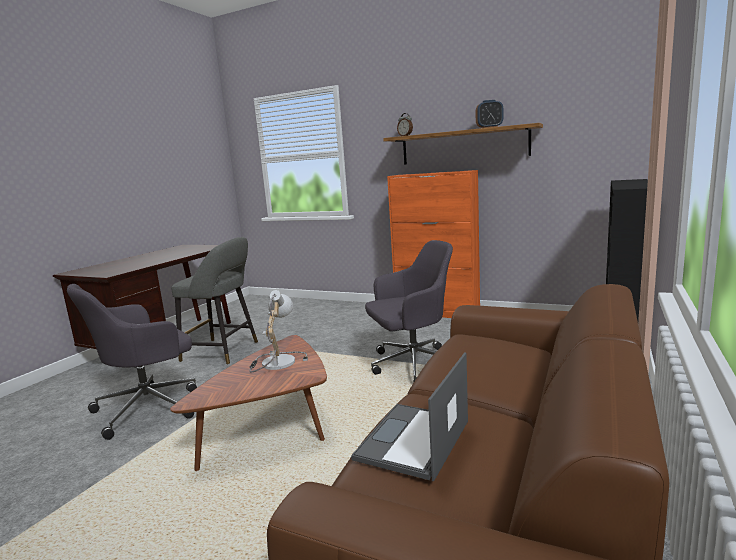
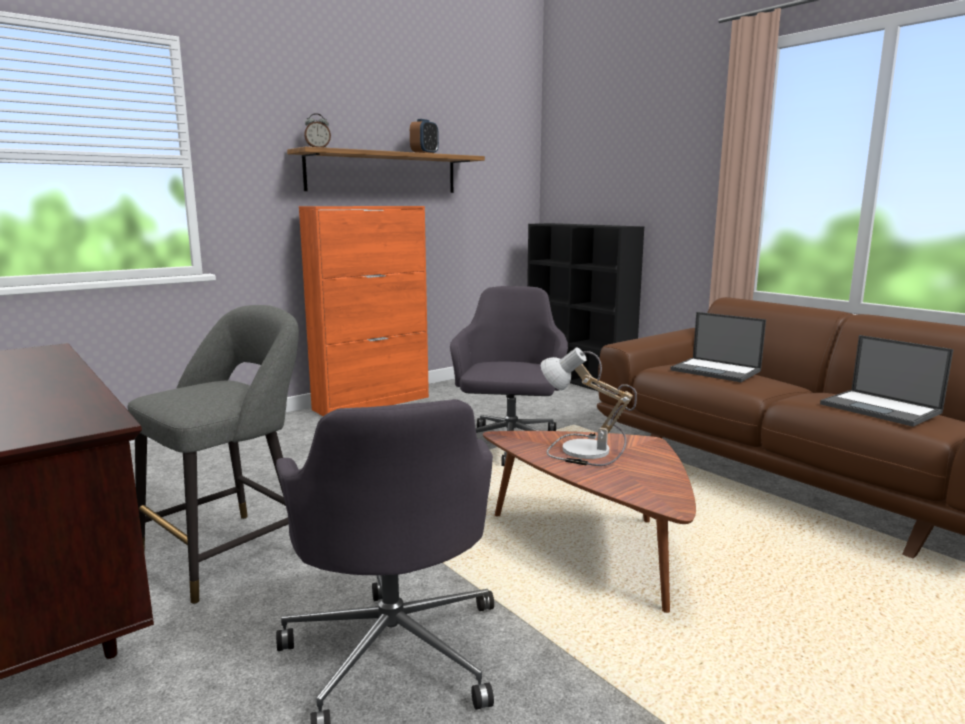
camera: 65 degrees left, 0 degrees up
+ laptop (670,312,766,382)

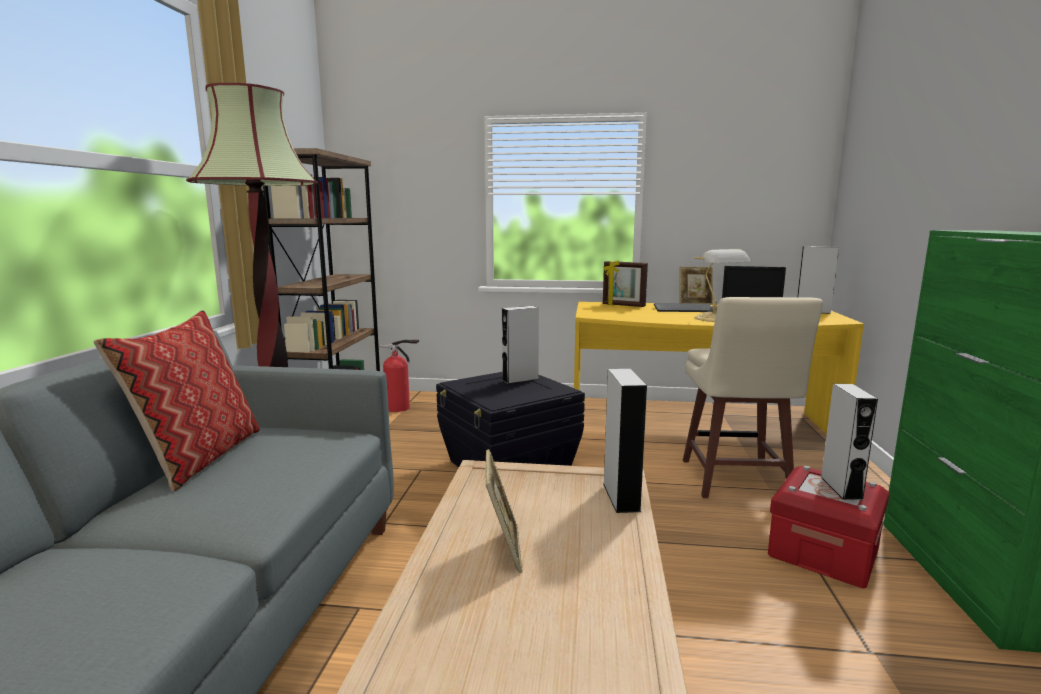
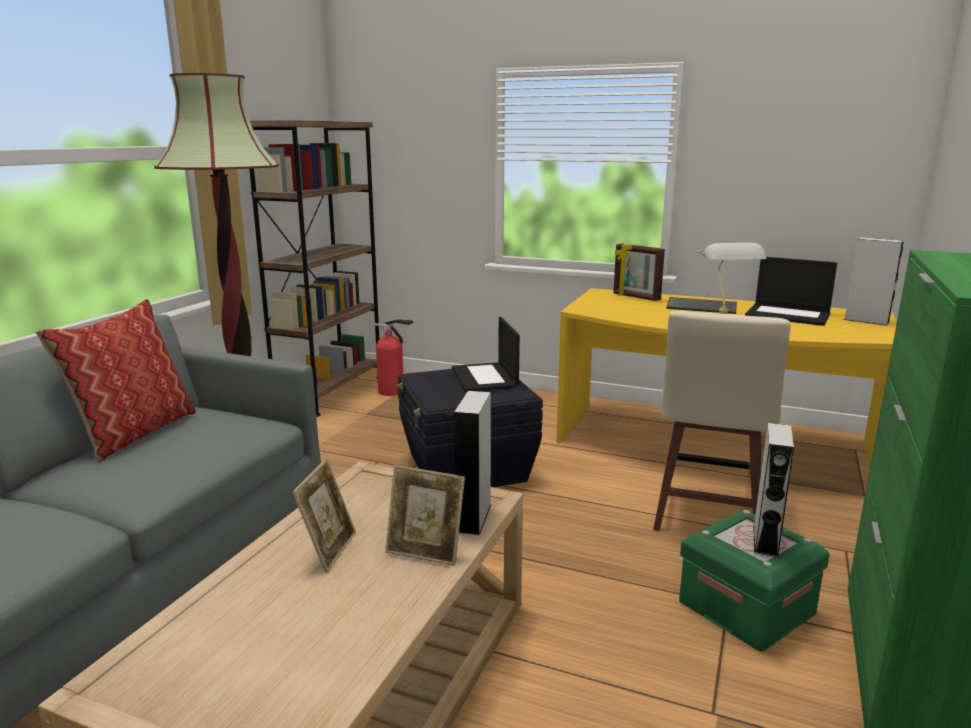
camera: 15 degrees right, 5 degrees up
~ picture frame (680,266,713,305) to (385,465,465,566)
~ grey speaker (502,306,539,384) to laptop (452,317,520,392)
~ red storage box (768,466,889,588) to green storage box (679,510,830,652)

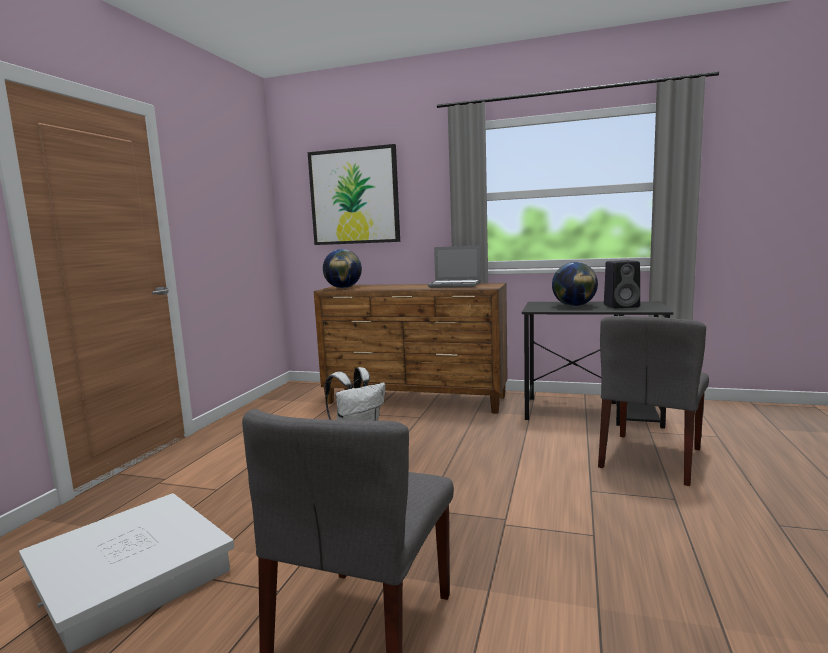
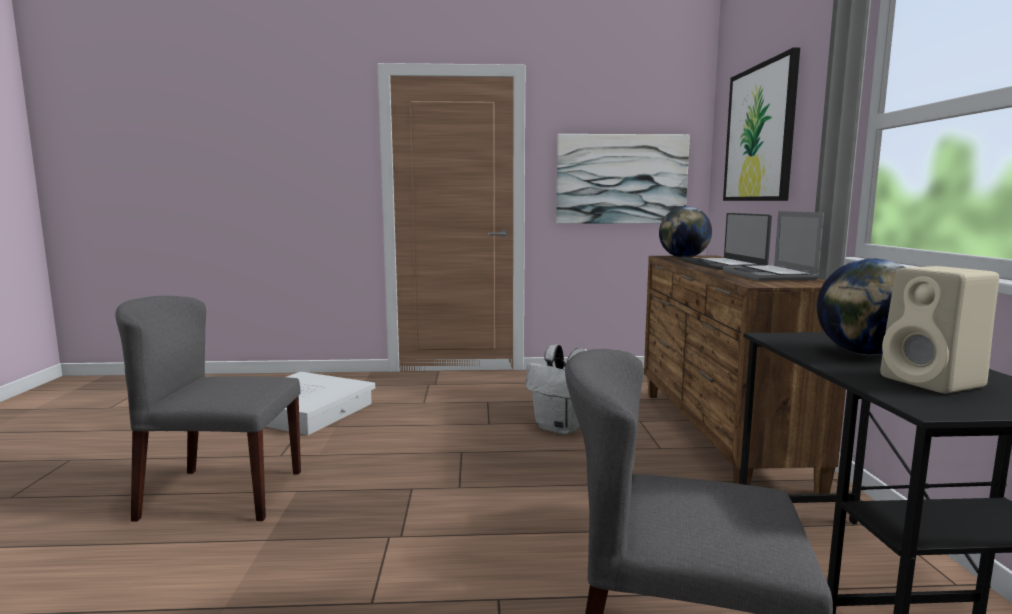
camera: 70 degrees right, 0 degrees up
+ picture (556,134,690,224)
+ laptop (682,213,772,270)
~ black speaker (604,260,640,308) to beige speaker (880,266,999,394)

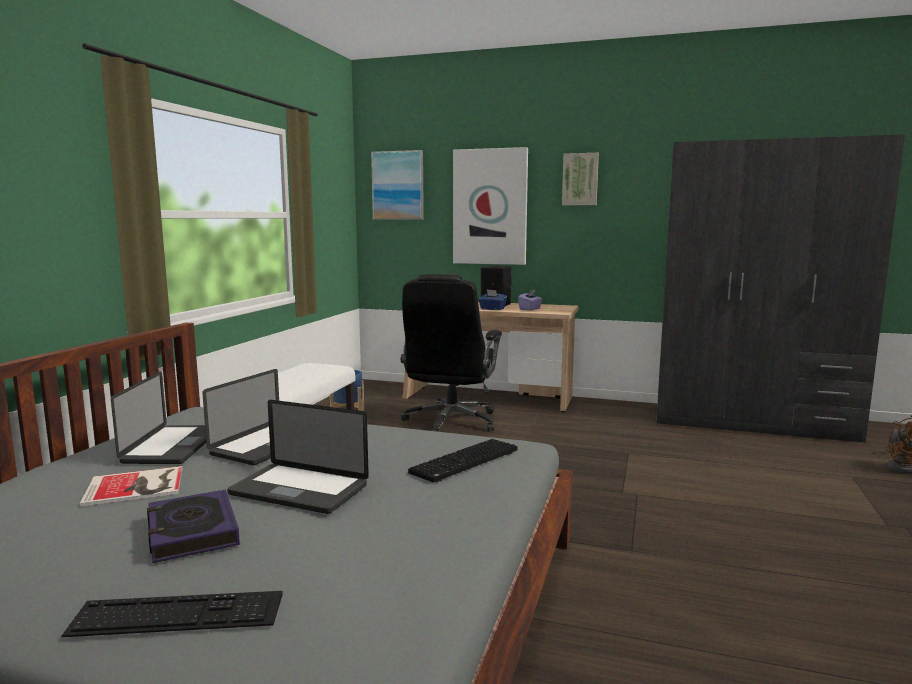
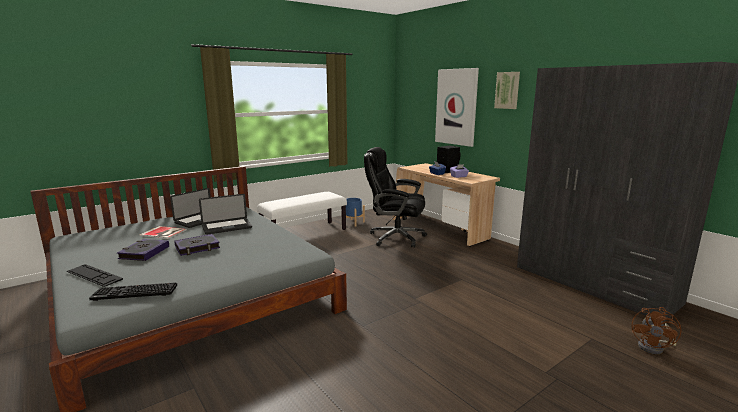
camera: 35 degrees right, 5 degrees up
~ keyboard (408,439,518,482) to (89,283,177,301)
~ laptop (227,400,369,514) to book (174,234,220,256)
~ black office chair (401,274,502,432) = (364,147,427,248) 60 degrees clockwise
- picture (371,150,424,220)

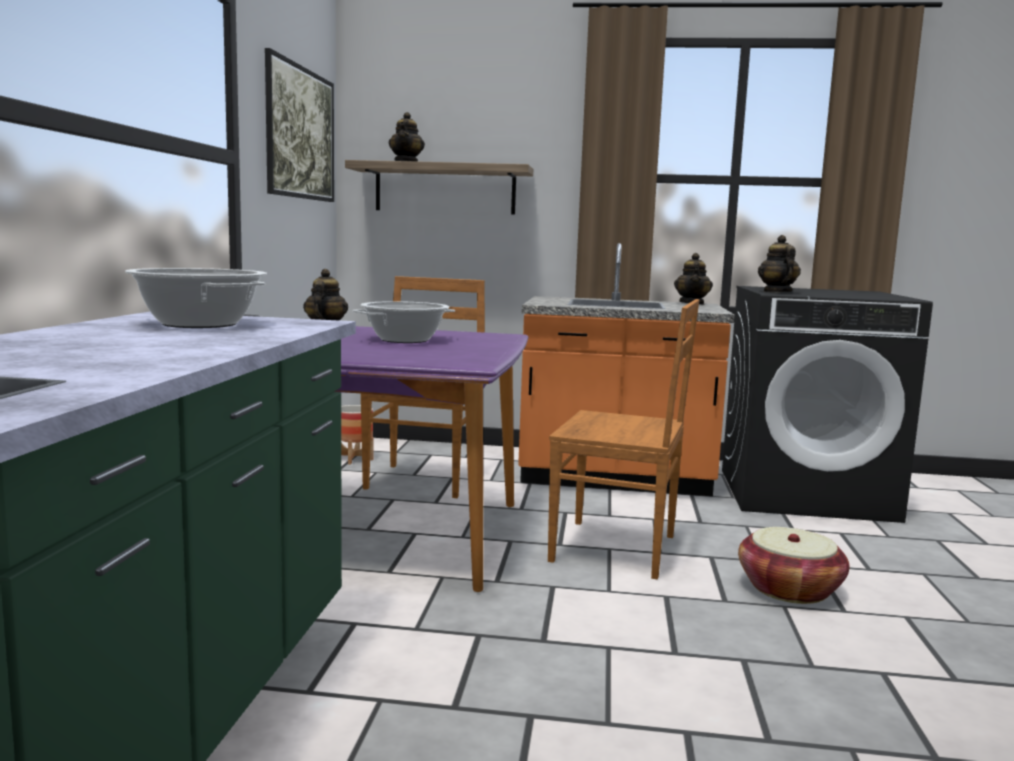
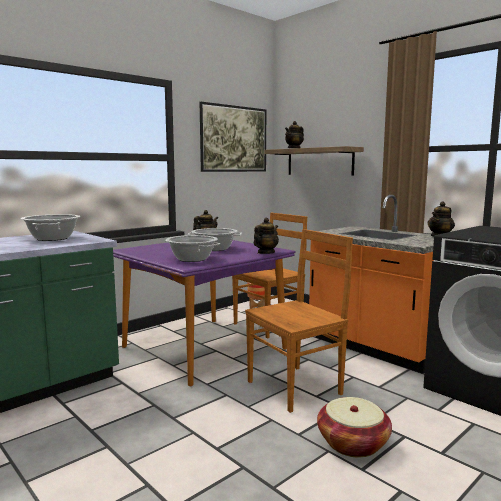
camera: 40 degrees right, 0 degrees up
+ cooking pot (165,235,220,262)
~ brown chair (548,299,699,579) = (245,229,353,413) 90 degrees counterclockwise
~ teapot (758,235,801,292) to (254,218,279,254)

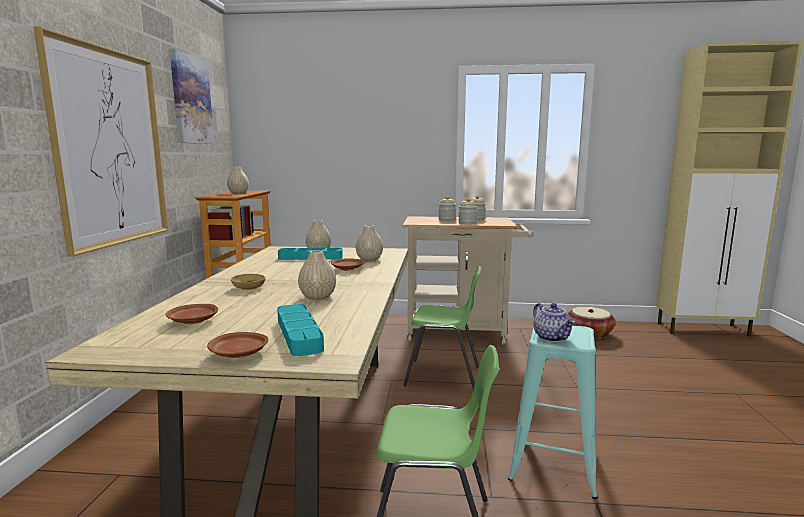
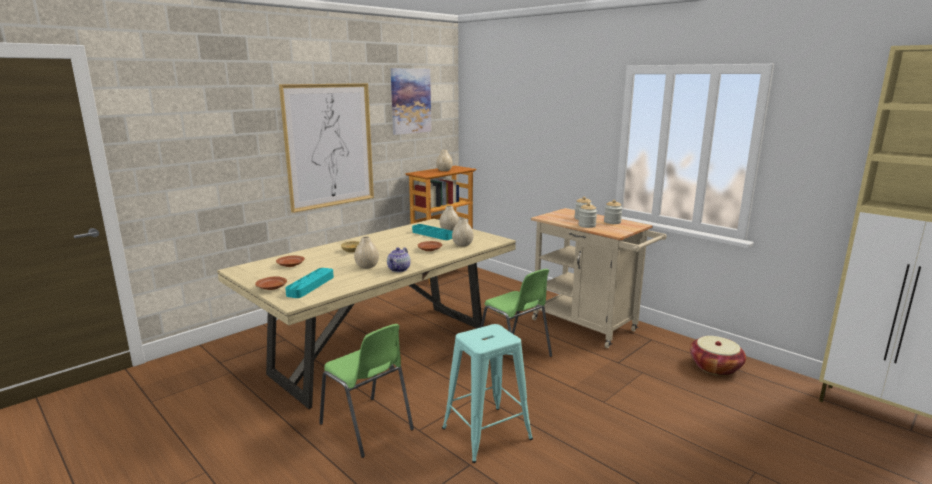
camera: 40 degrees right, 5 degrees up
~ teapot (533,303,575,342) to (387,247,411,272)

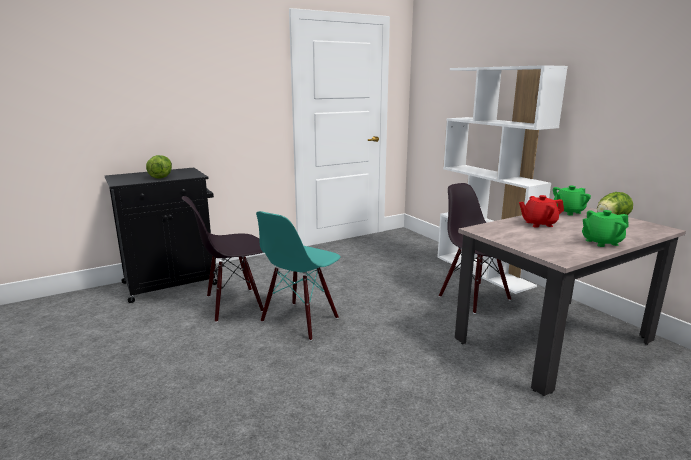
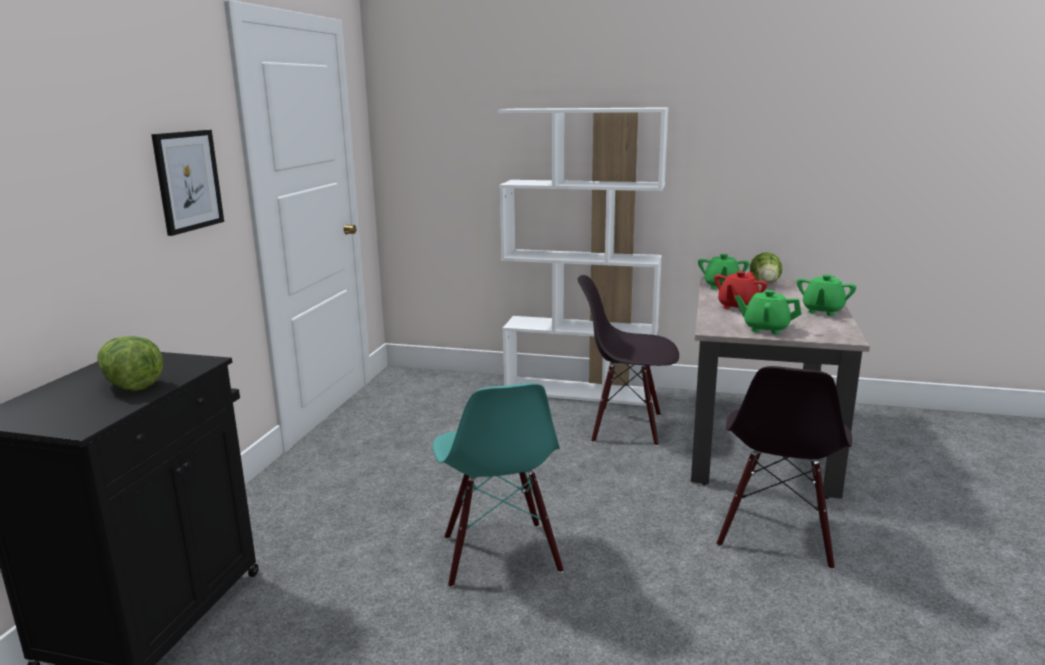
camera: 45 degrees left, 0 degrees up
+ picture (151,130,224,236)
~ black chair (182,196,264,323) to (717,366,852,570)
+ green teapot (735,290,801,335)

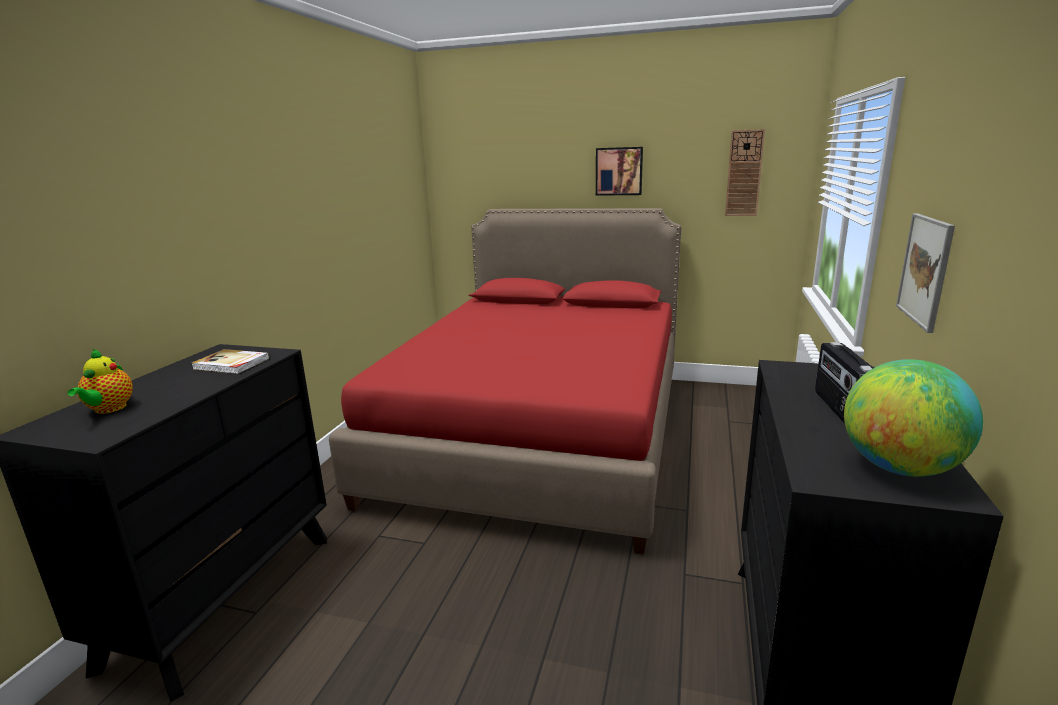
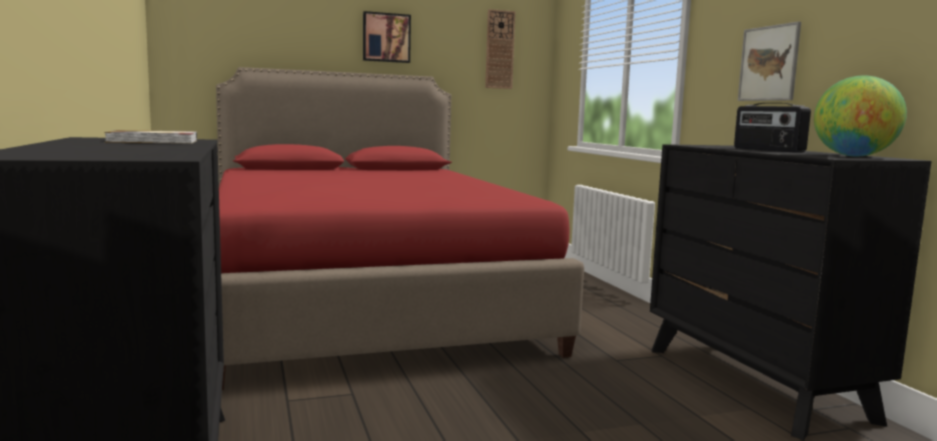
camera: 35 degrees left, 10 degrees down
- teapot (67,349,133,414)

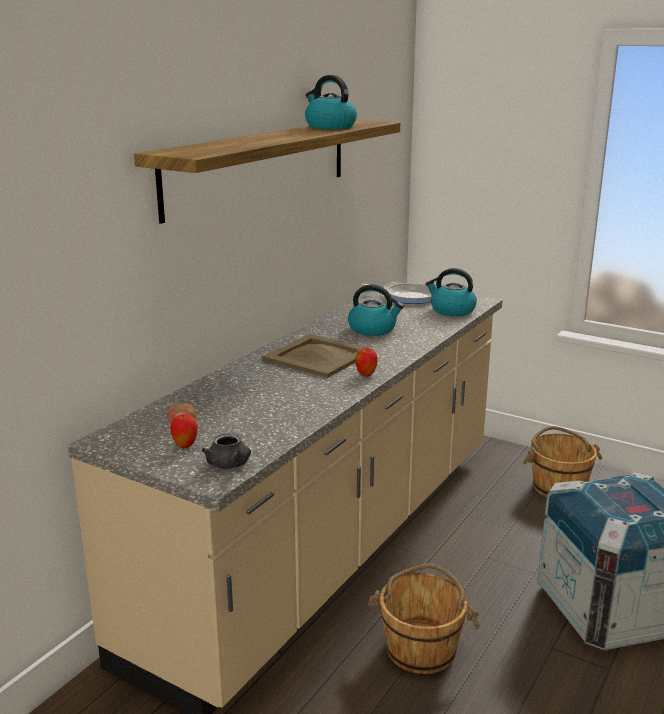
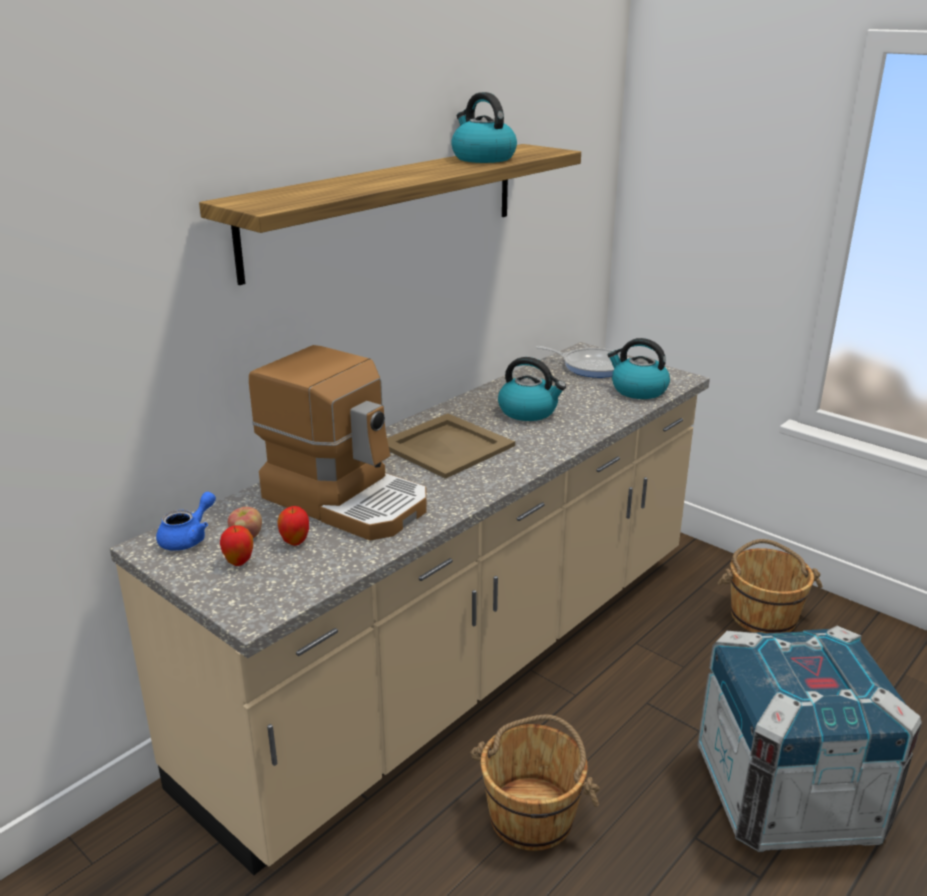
camera: 10 degrees right, 5 degrees up
+ blue teapot (156,492,216,551)
+ coffee machine (249,345,427,540)
~ apple (355,348,378,376) to (277,506,309,546)
- grey teapot (202,433,251,469)

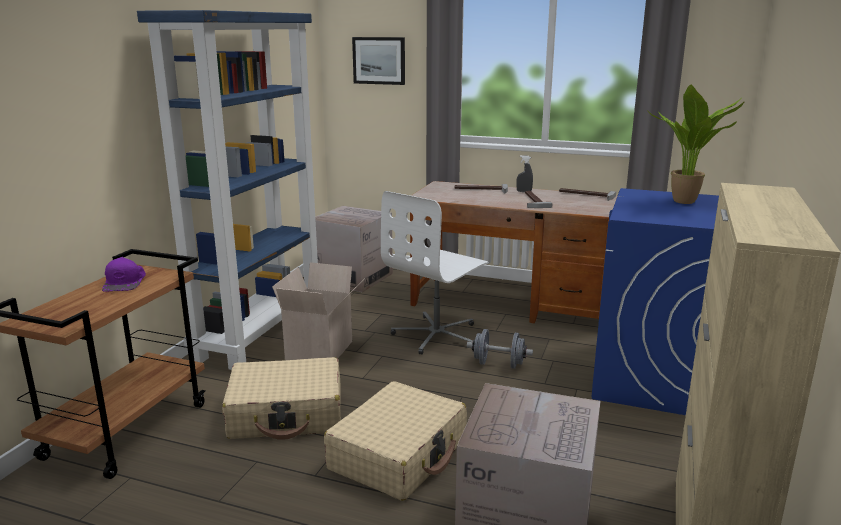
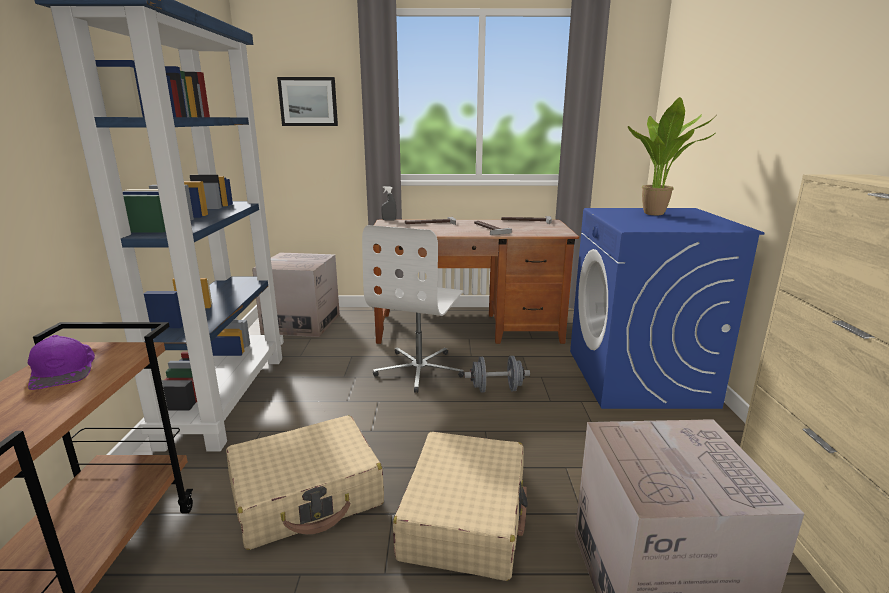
camera: 20 degrees left, 0 degrees up
~ grey spray bottle (516,155,533,192) to (381,186,396,221)
- cardboard box (272,262,365,360)

